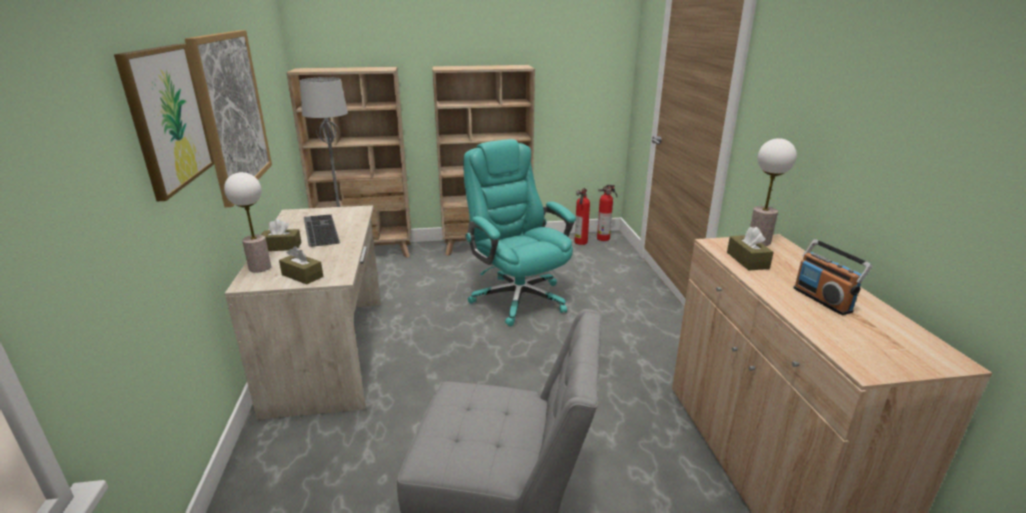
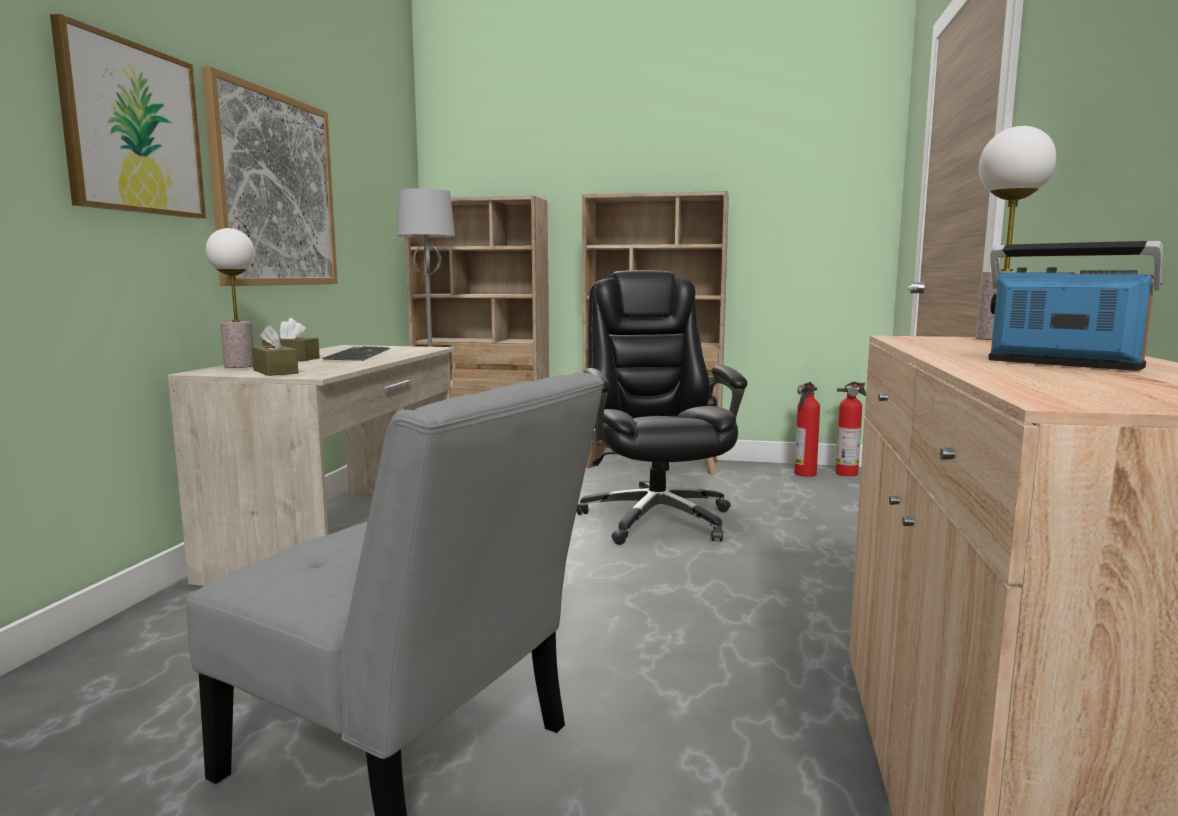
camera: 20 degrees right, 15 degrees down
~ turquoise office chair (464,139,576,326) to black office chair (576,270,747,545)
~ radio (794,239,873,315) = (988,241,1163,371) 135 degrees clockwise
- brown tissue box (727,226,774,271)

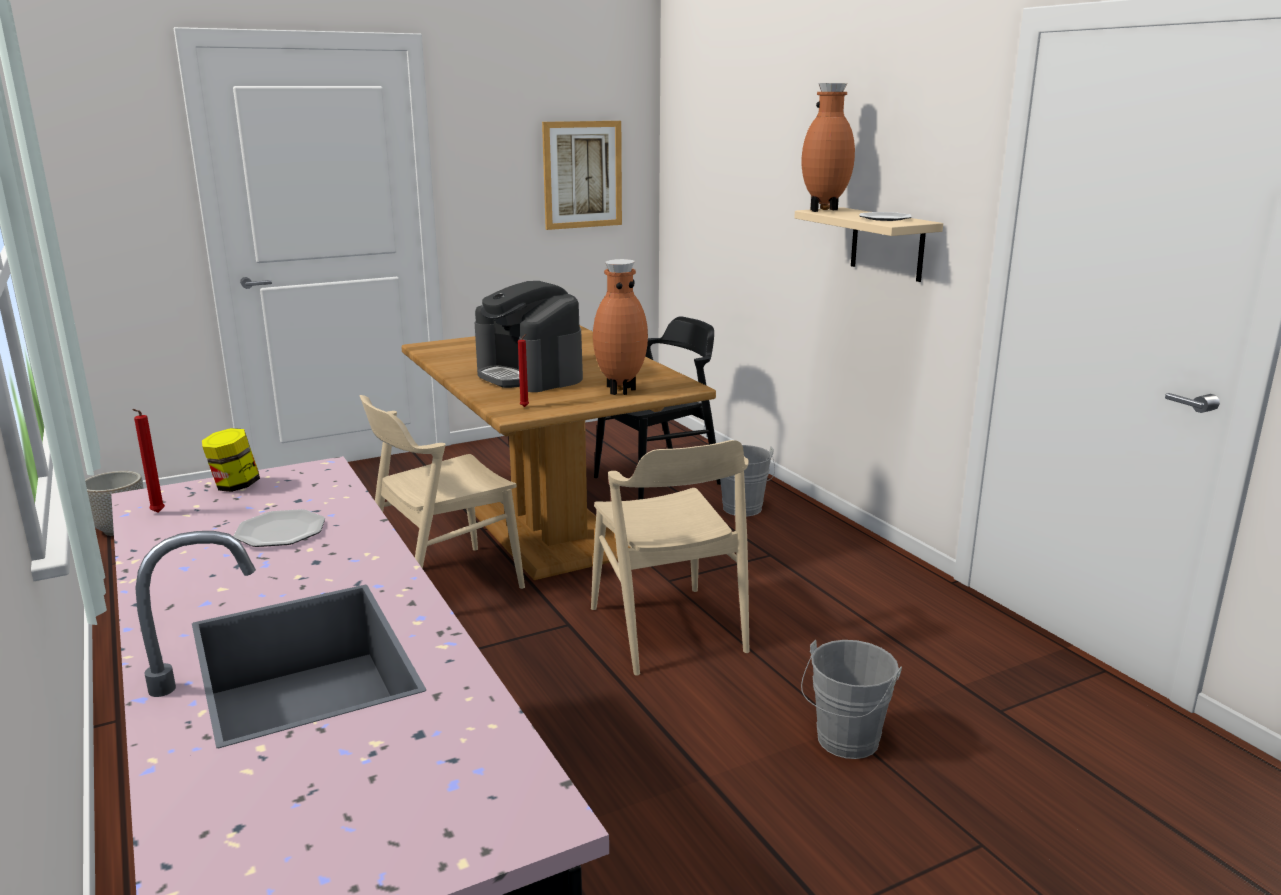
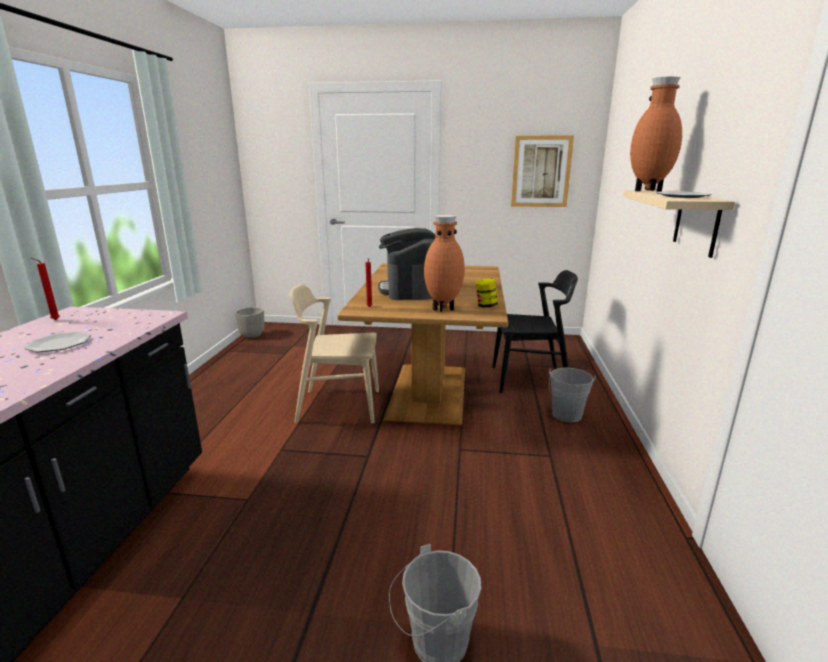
camera: 35 degrees right, 0 degrees up
~ jar (202,428,260,492) to (476,278,498,307)
- beige chair (591,440,749,675)

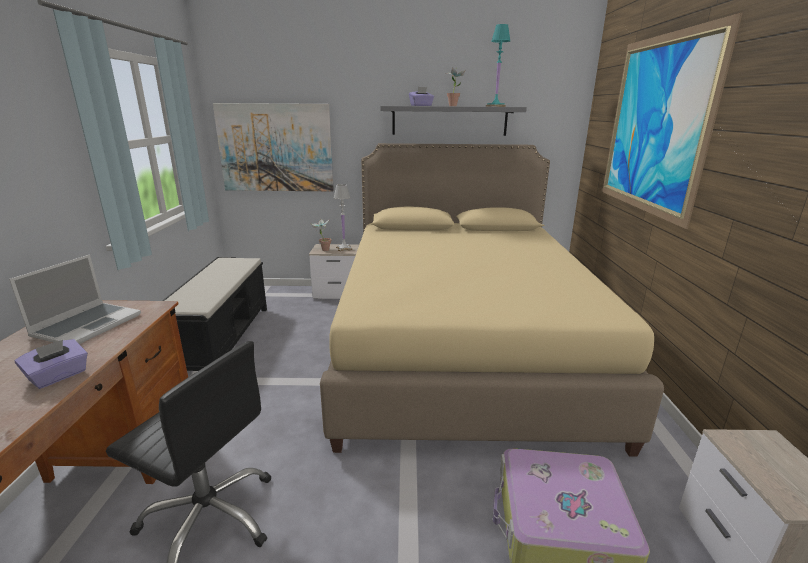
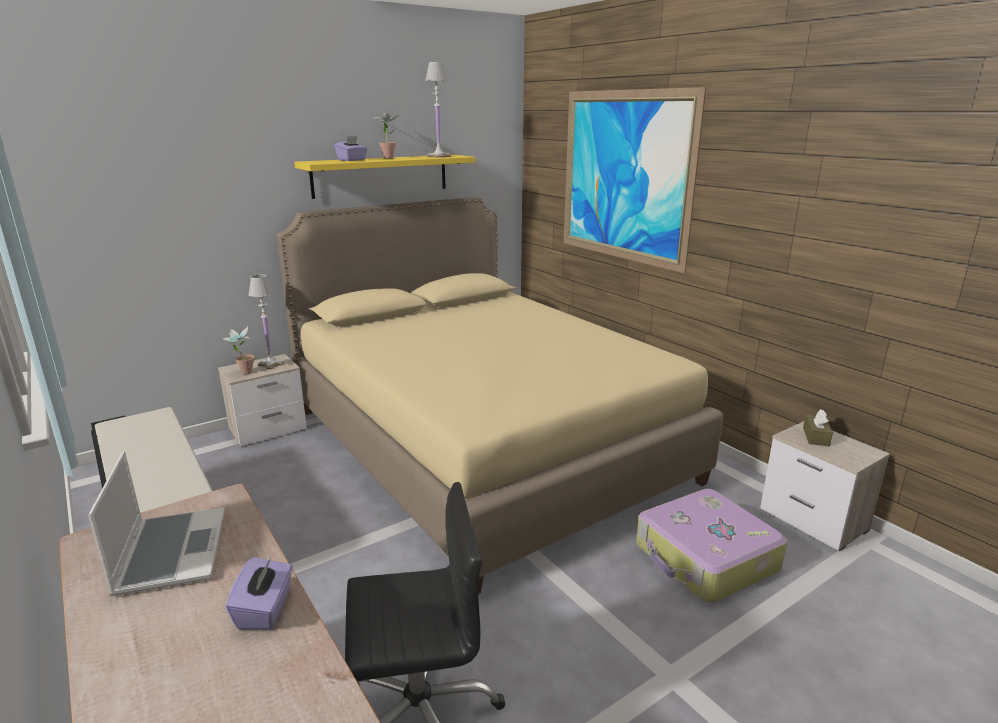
camera: 35 degrees left, 0 degrees up
~ grey shelf (380,106,527,136) to yellow shelf (294,155,476,199)
~ turquoise table lamp (486,24,511,107) to white table lamp (425,62,451,158)
+ brown tissue box (803,409,833,446)
- picture (213,103,334,191)

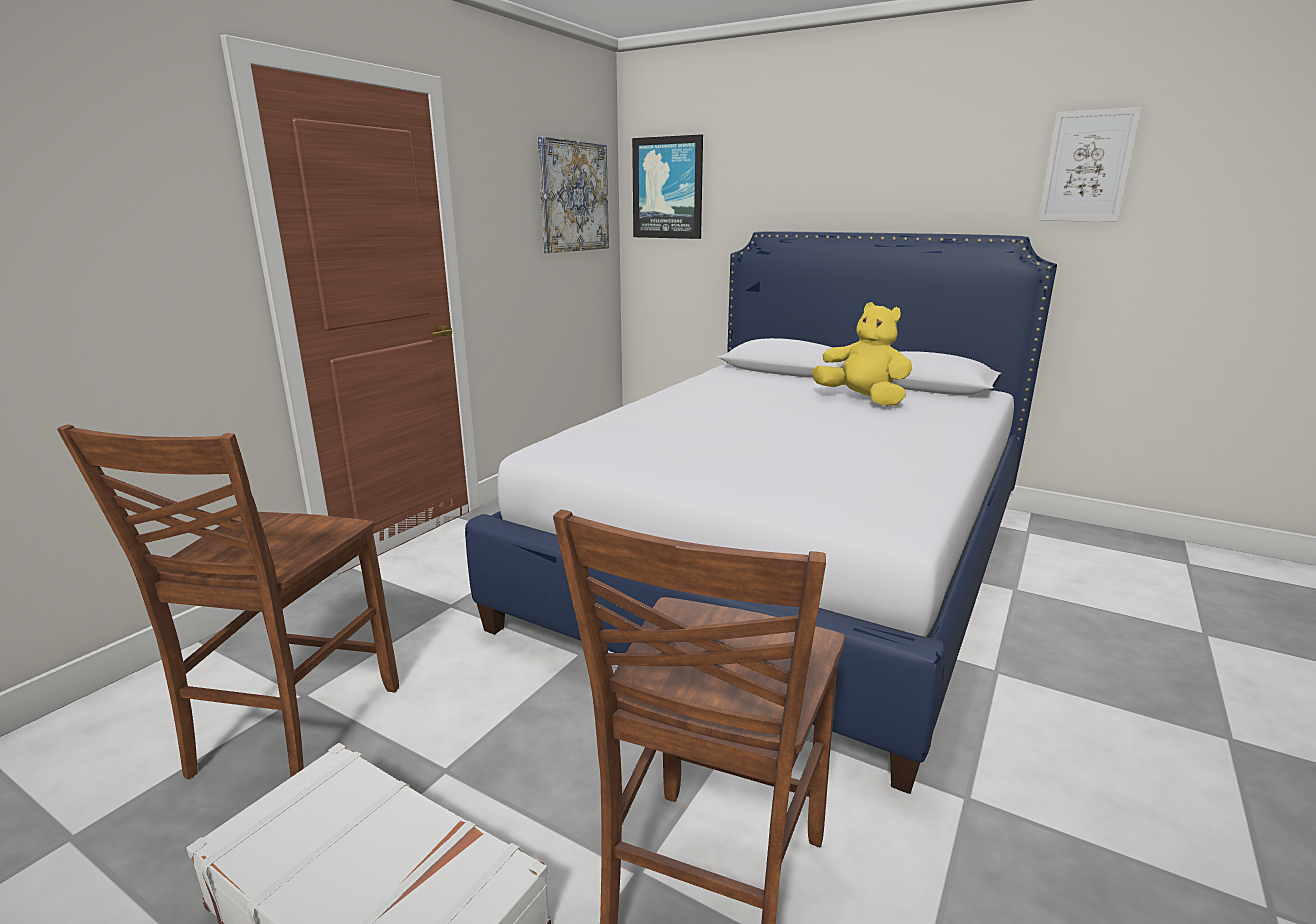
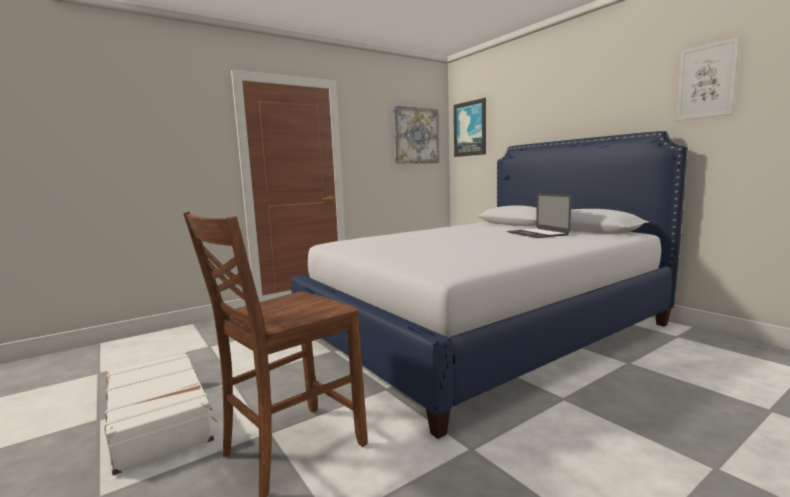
camera: 25 degrees right, 10 degrees down
~ yellow plush toy (812,302,912,406) to laptop (507,193,571,238)
- brown chair (57,425,399,780)

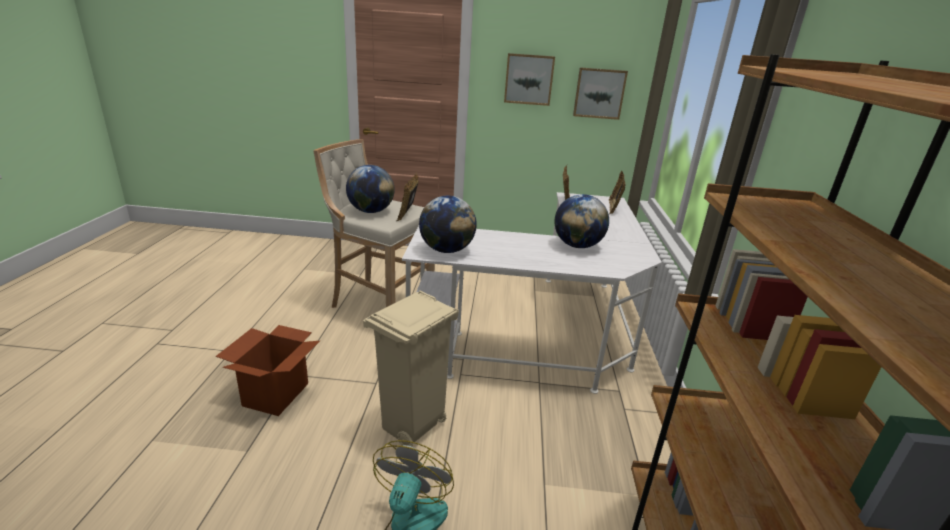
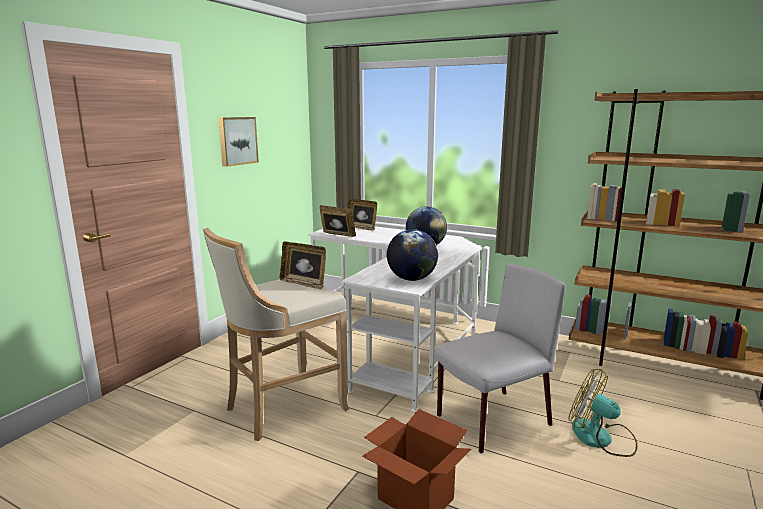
camera: 65 degrees left, 10 degrees down
~ beige trash can (363,290,459,447) to grey chair (434,263,565,453)
- globe (346,165,395,213)
- picture (573,68,628,120)

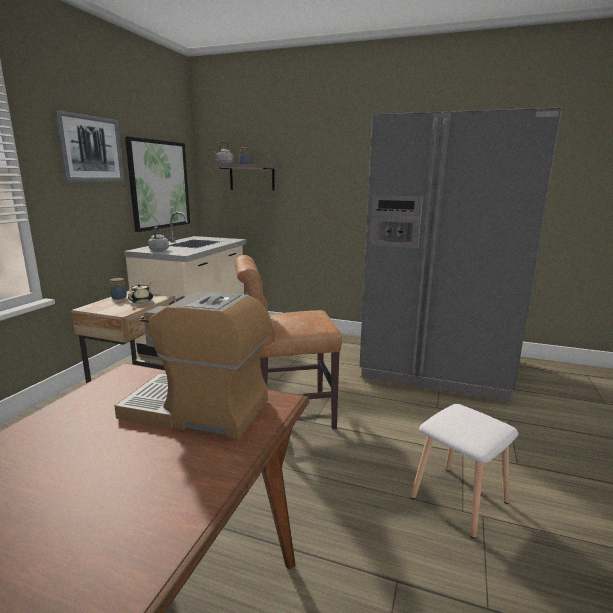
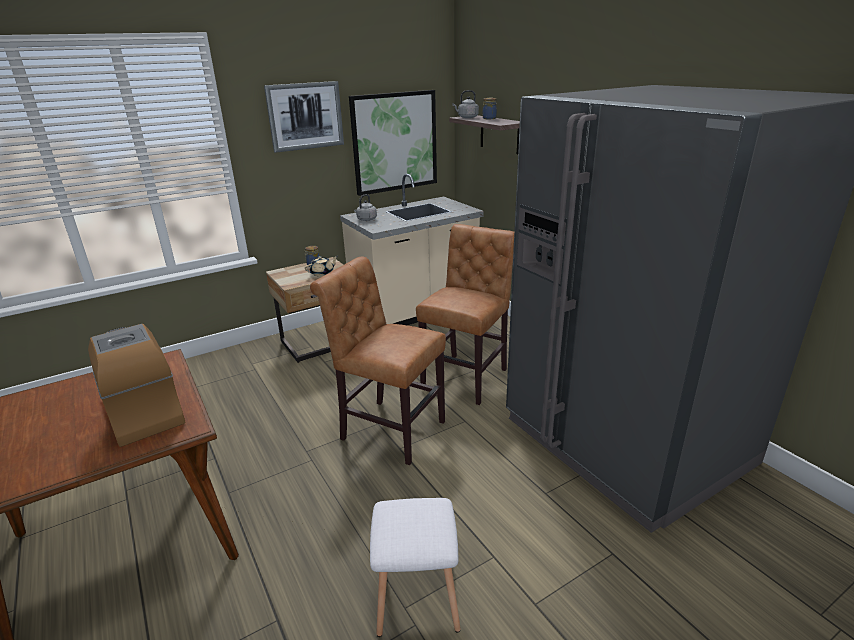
camera: 40 degrees right, 10 degrees up
+ brown chair (416,224,514,405)

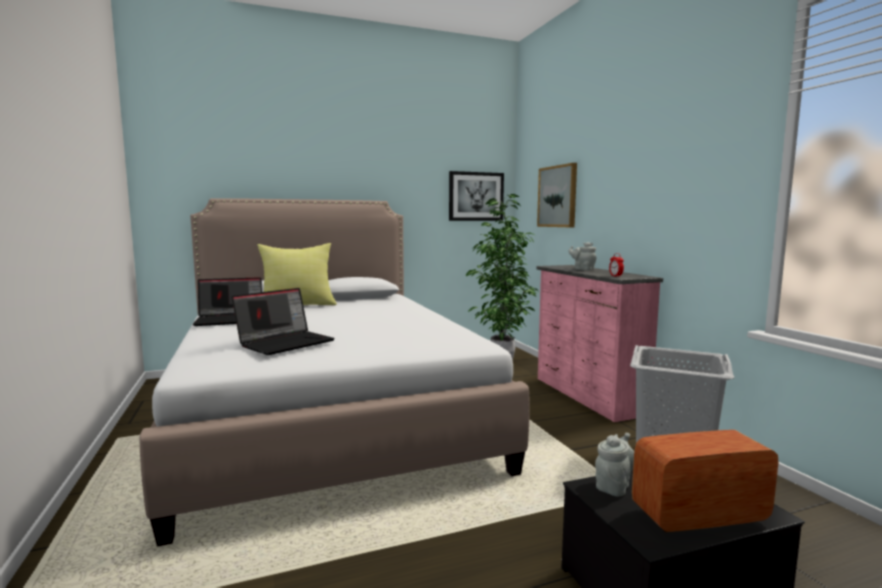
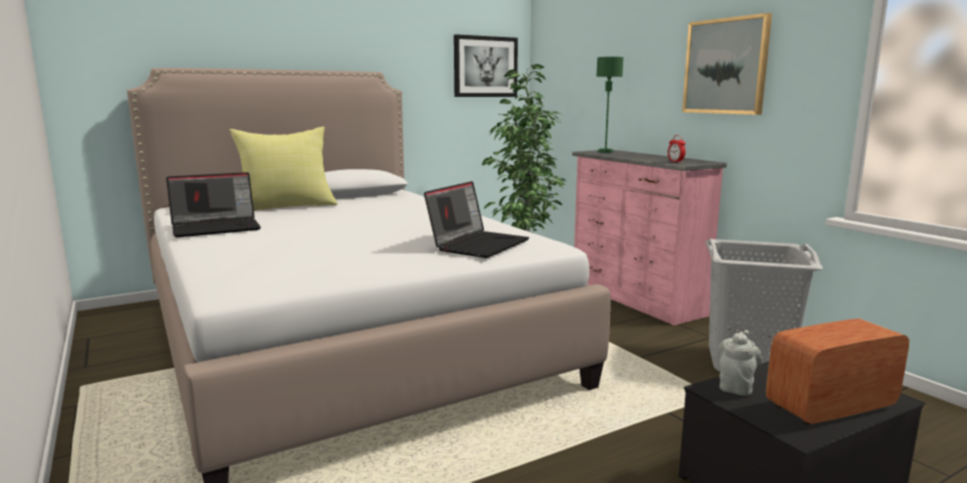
camera: 10 degrees left, 5 degrees up
~ laptop (232,288,335,355) to (424,181,529,258)
+ green table lamp (596,57,623,153)
~ picture (537,163,577,227) to (682,13,772,115)
- grey teapot (568,242,597,270)

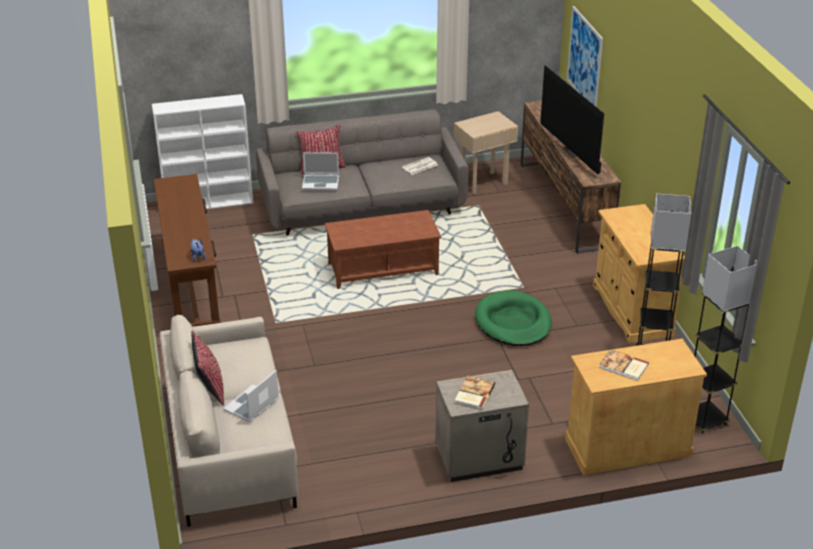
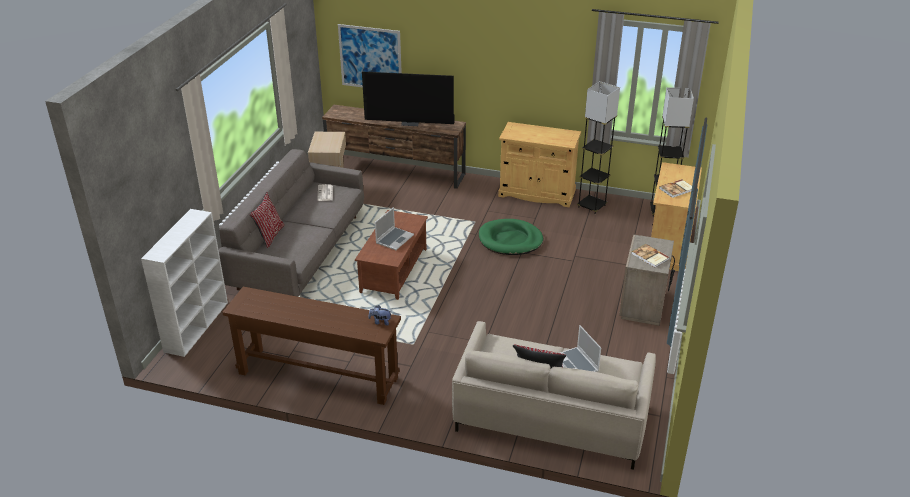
camera: 60 degrees left, 0 degrees up
~ laptop (302,152,339,190) to (375,207,414,250)

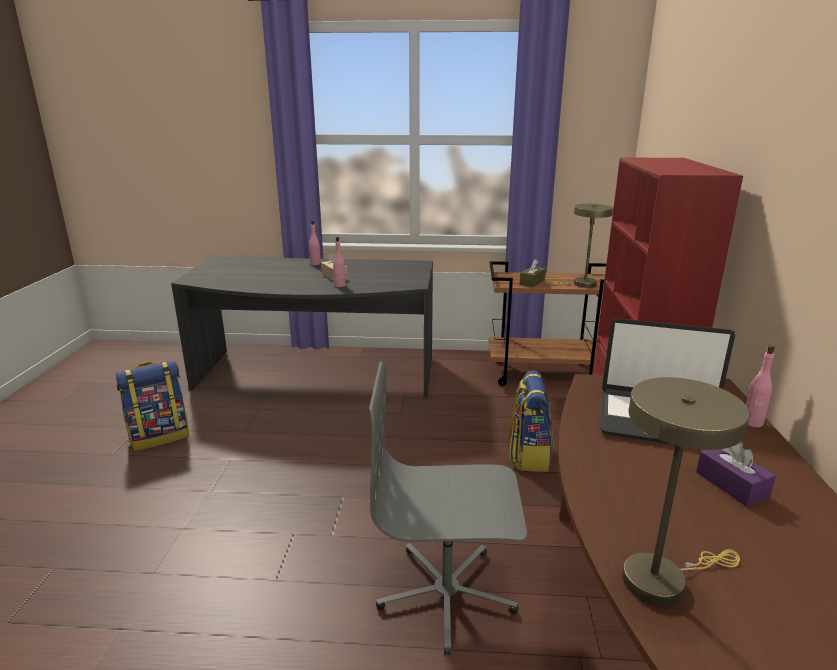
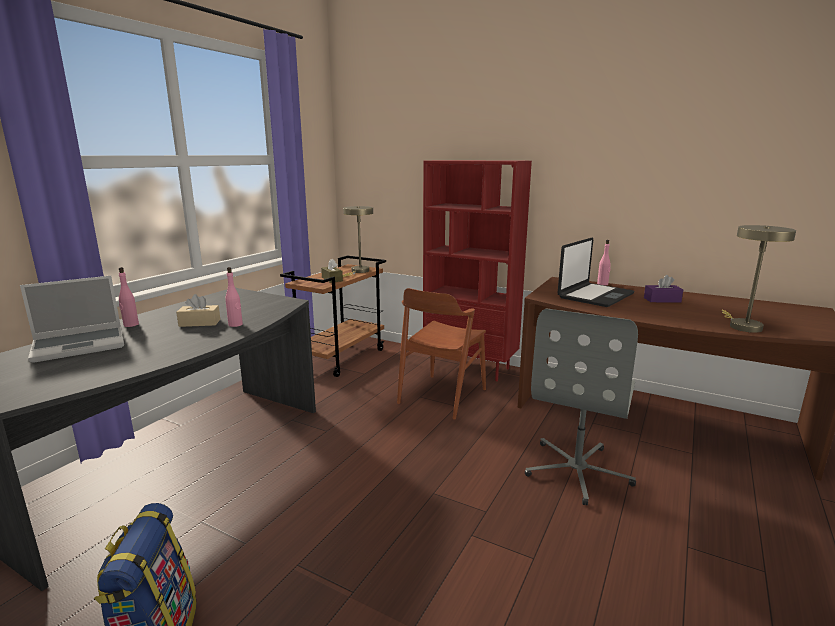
camera: 65 degrees left, 5 degrees down
+ laptop (20,276,124,363)
~ backpack (508,371,554,472) to brown chair (397,288,486,419)

